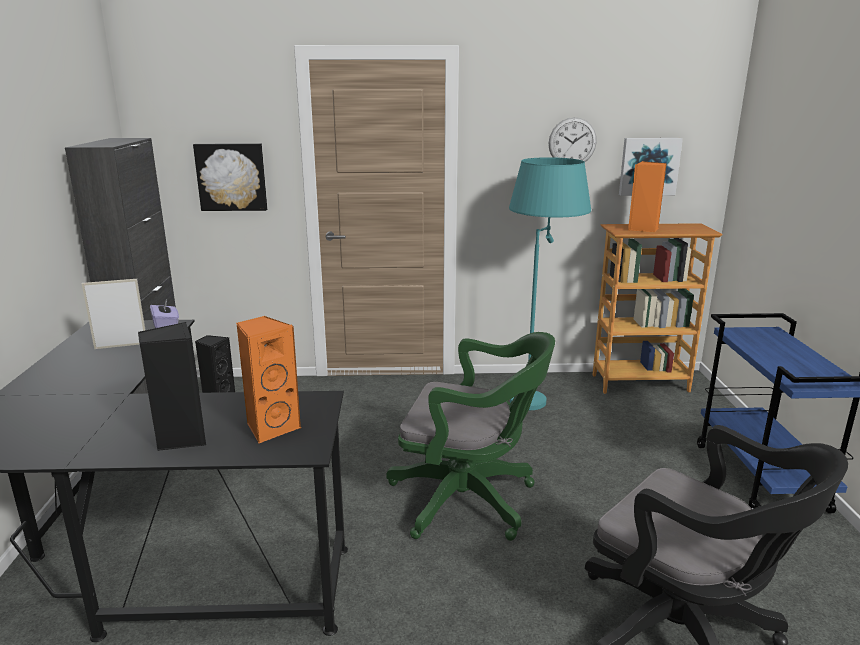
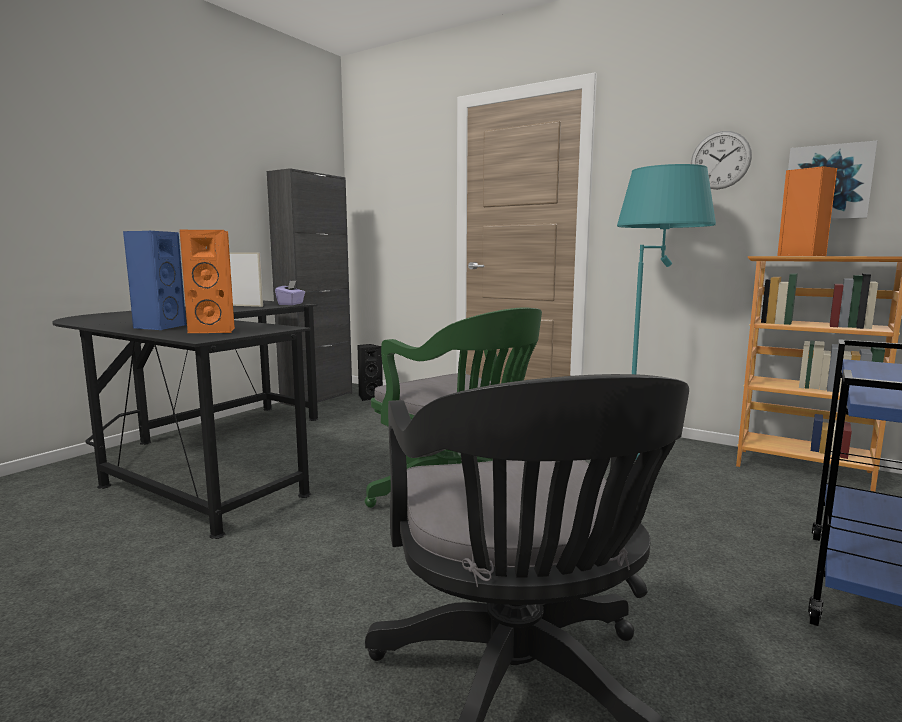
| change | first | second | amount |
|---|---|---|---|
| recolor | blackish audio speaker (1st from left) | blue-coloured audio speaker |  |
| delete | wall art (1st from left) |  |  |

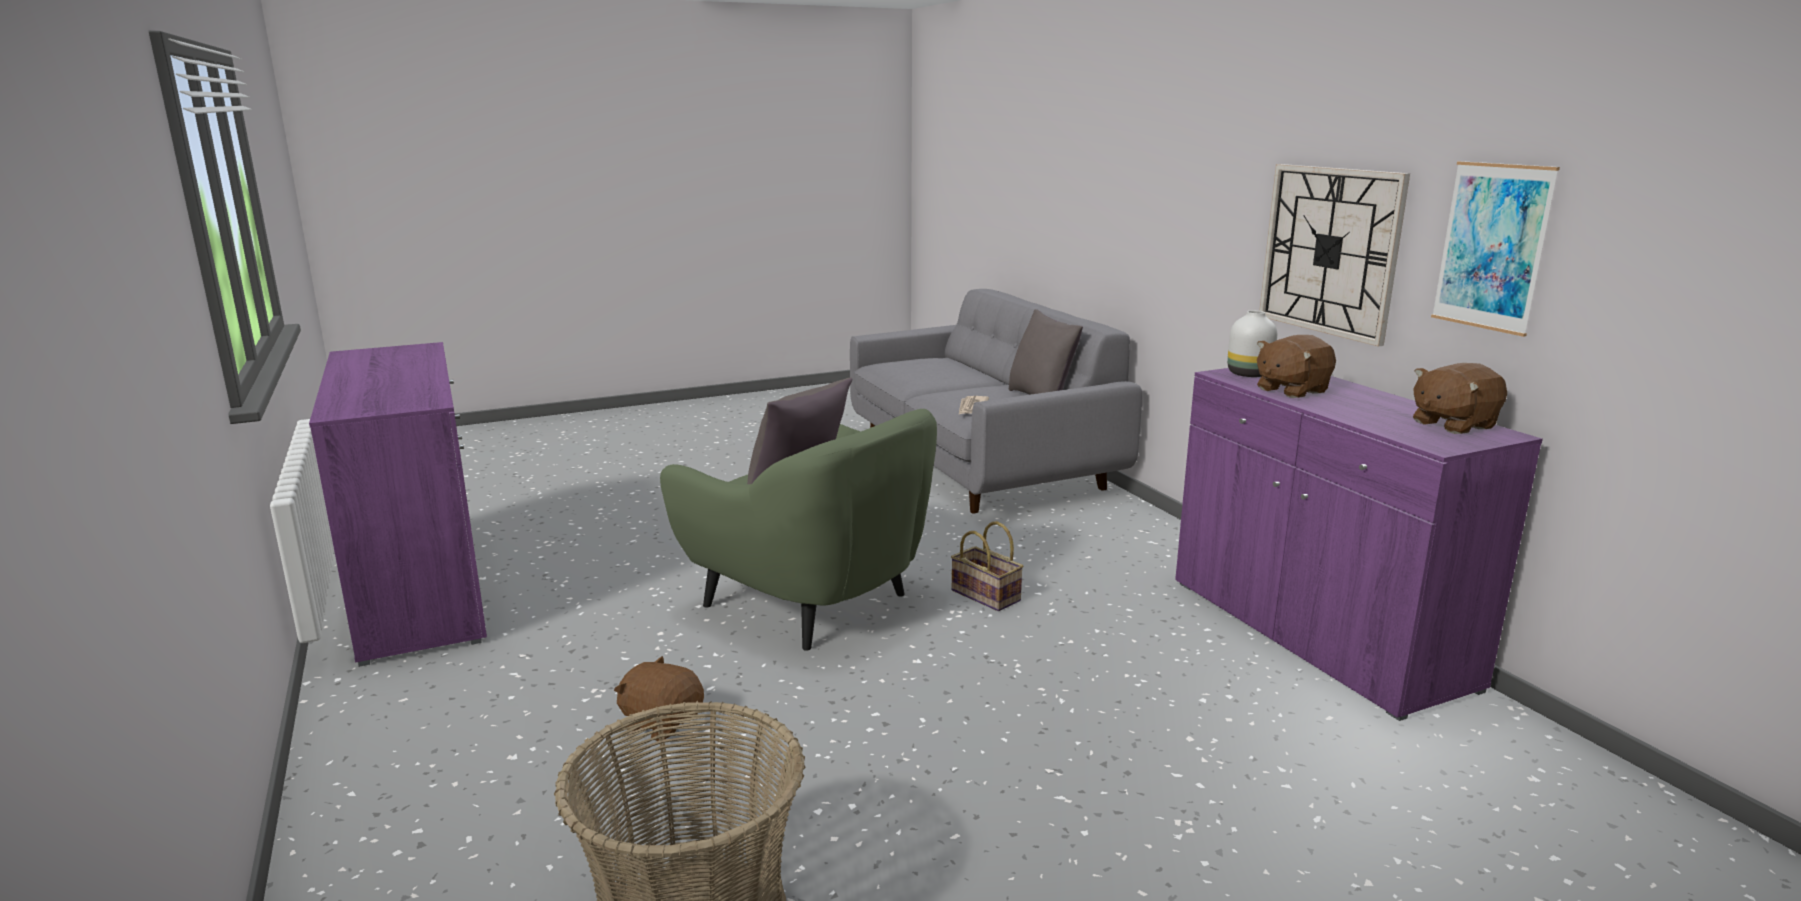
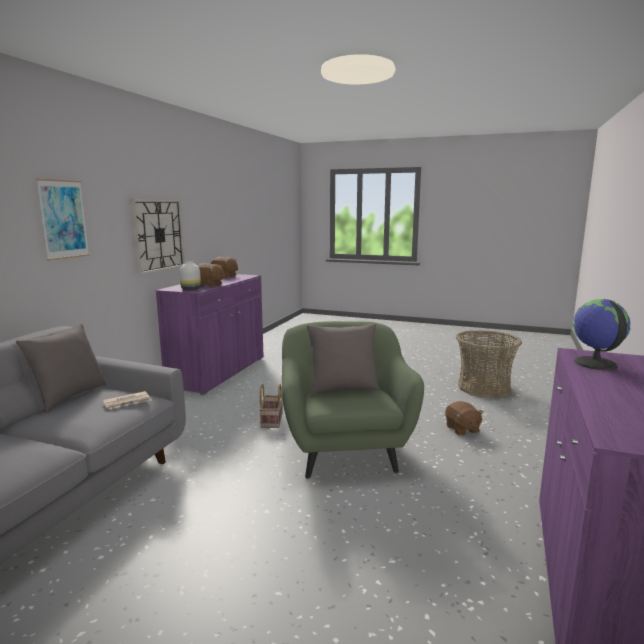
| change | first | second | amount |
|---|---|---|---|
| move | wall art |  |  |
| insert |  | globe |  |

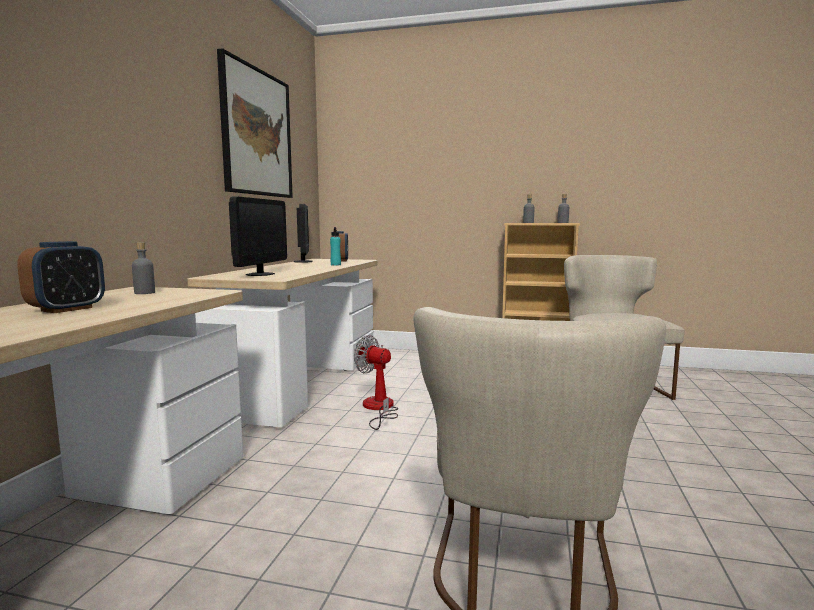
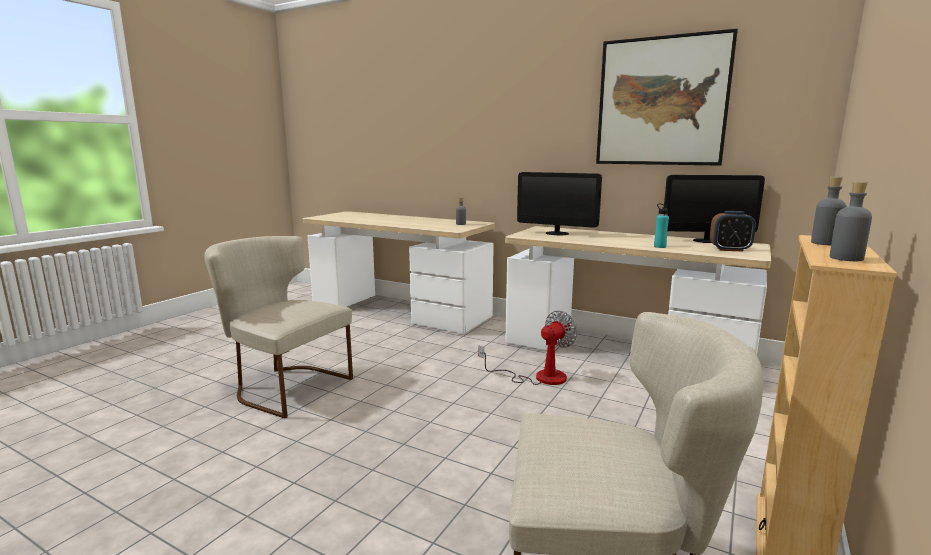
| change | first | second | amount |
|---|---|---|---|
| delete | alarm clock (1st from left) |  |  |

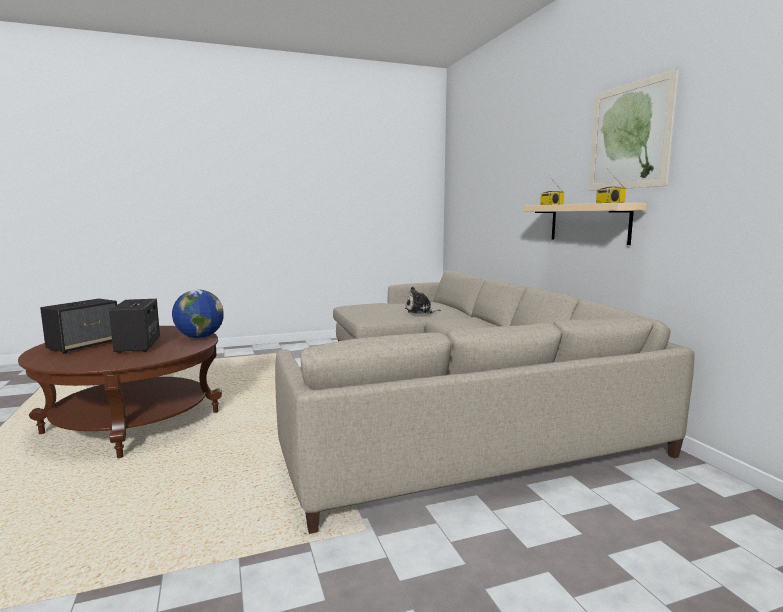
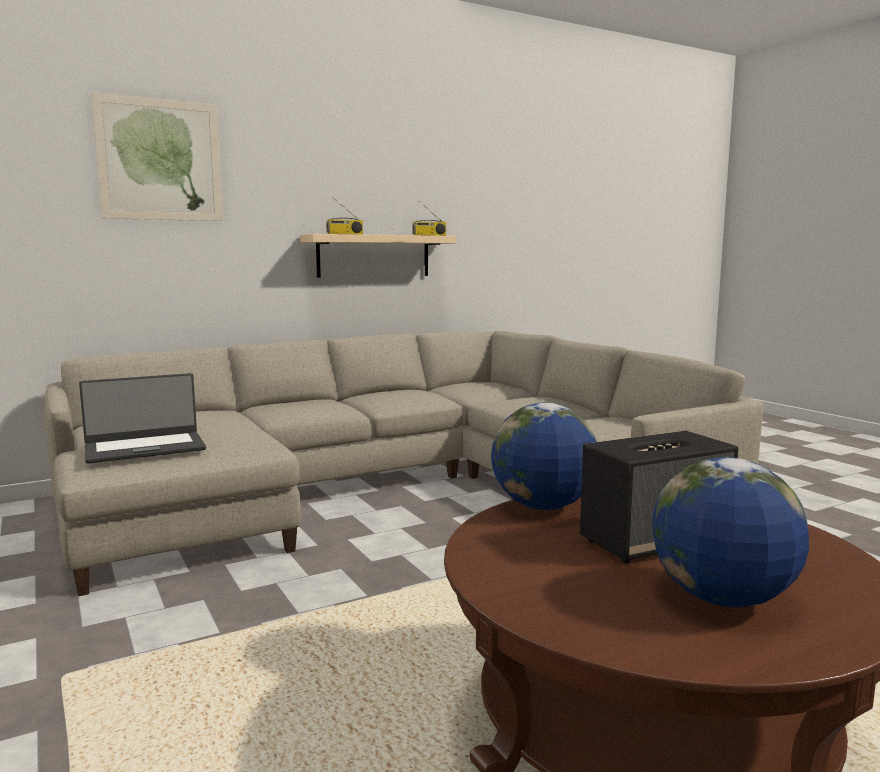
| change | first | second | amount |
|---|---|---|---|
| replace | audio speaker (1st from left) | globe (2nd from left) |  |
| delete | soft toy |  |  |
| move | wall art |  |  |
| insert |  | portable computer |  |

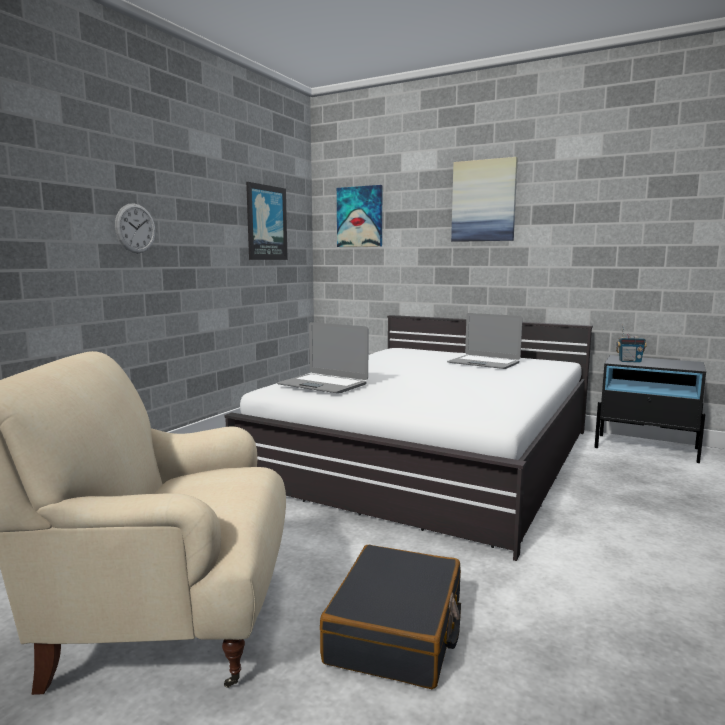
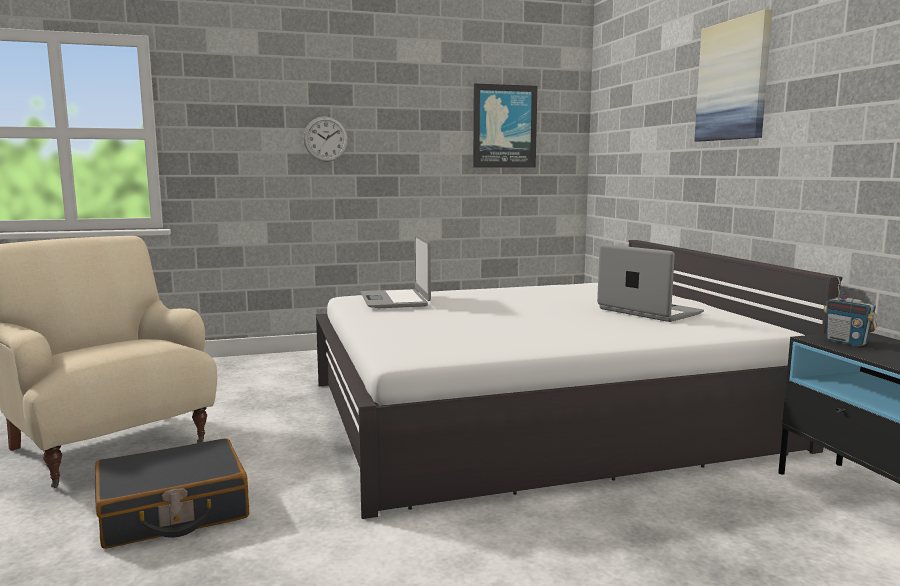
| change | first | second | amount |
|---|---|---|---|
| delete | wall art (2nd from left) |  |  |
| rotate | portable computer (2nd from left) |  | 150 degrees clockwise |

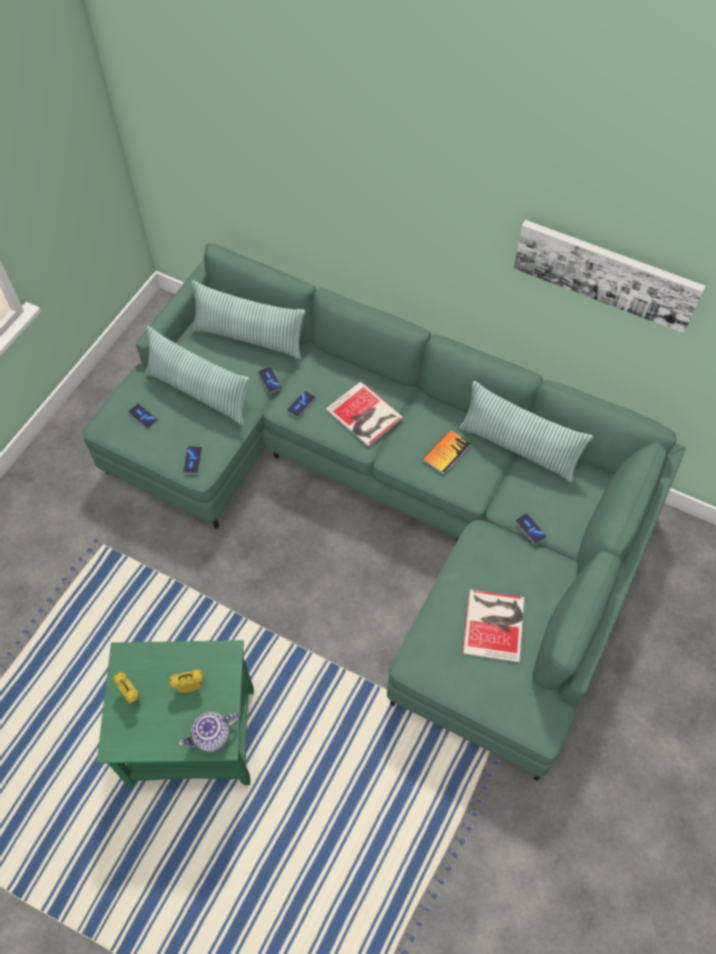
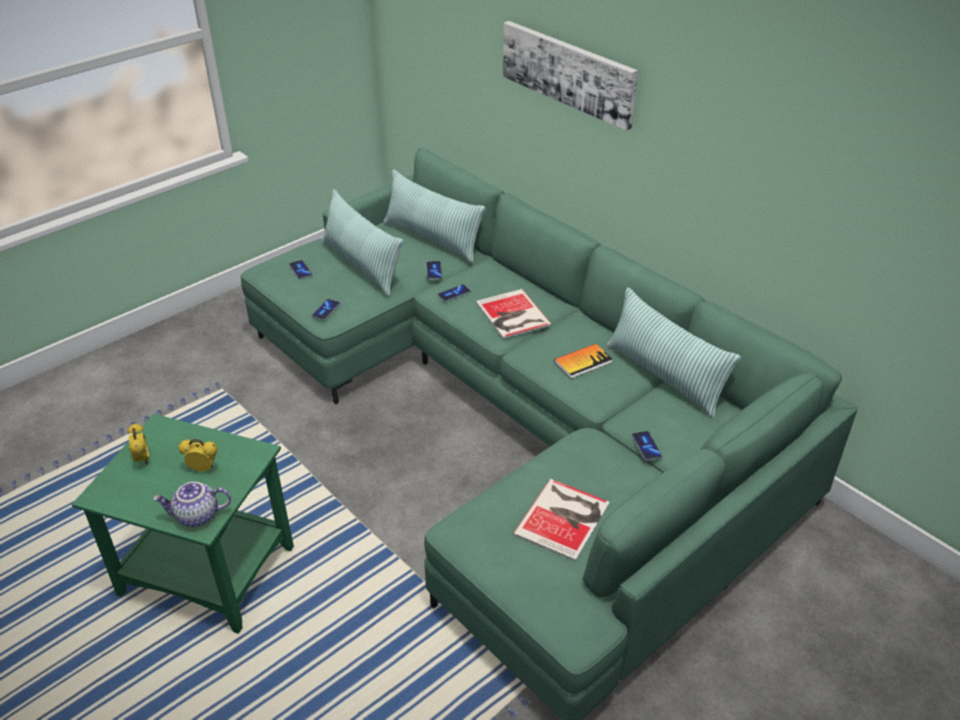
| change | first | second | amount |
|---|---|---|---|
| move | wall art |  |  |

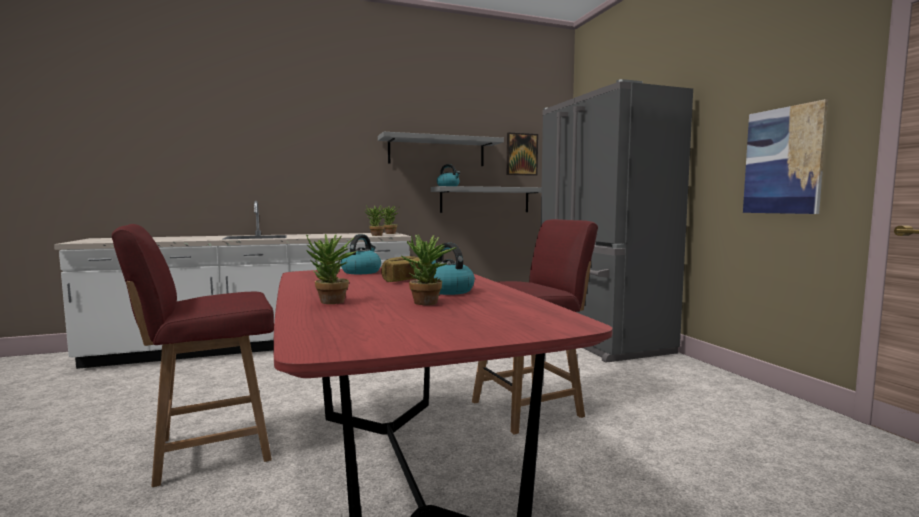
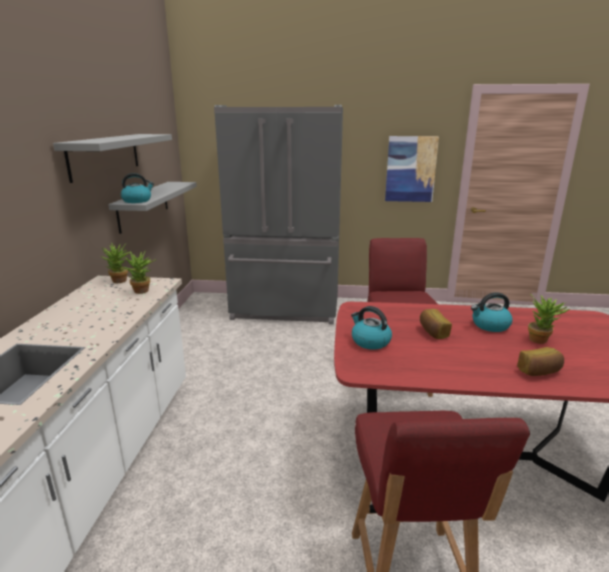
| change | first | second | amount |
|---|---|---|---|
| replace | potted plant (1st from left) | bakery bread (2nd from left) |  |
| delete | wall art (1st from left) |  |  |

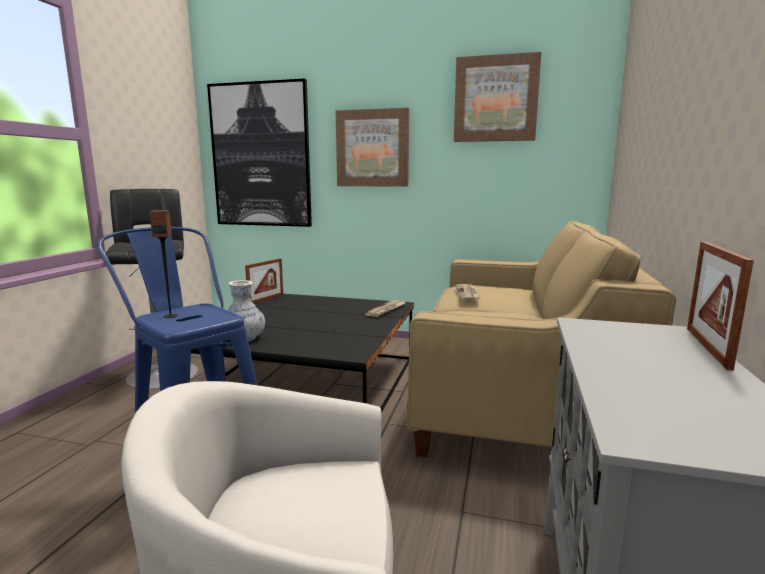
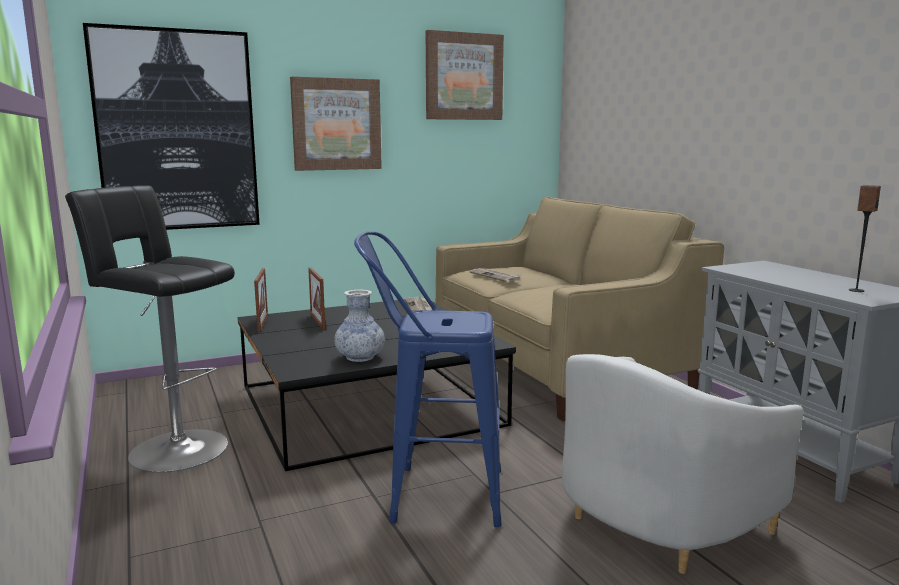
| change | first | second | amount |
|---|---|---|---|
| move | audio speaker |  |  |
| move | photo frame (2nd from left) |  |  |

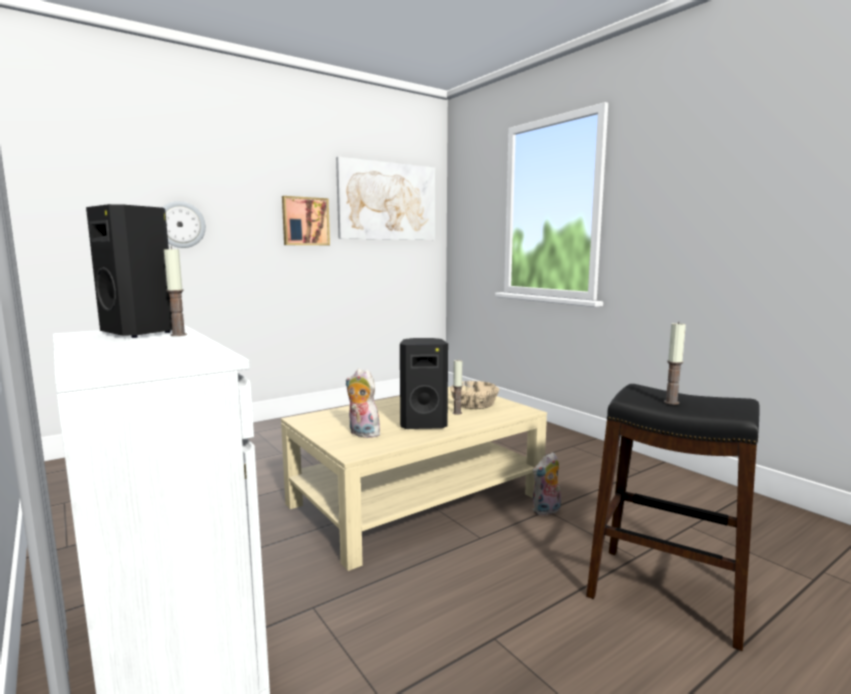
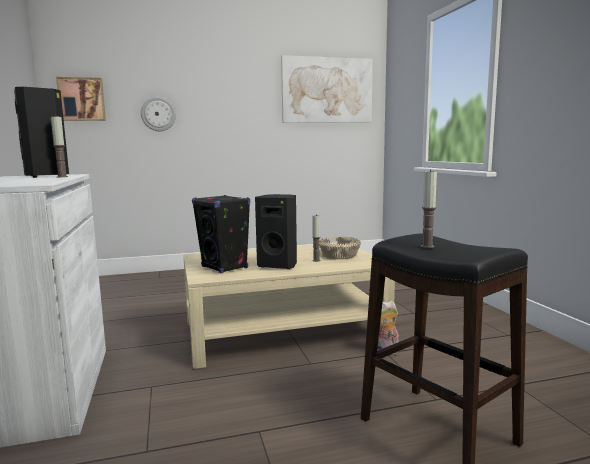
| change | first | second | amount |
|---|---|---|---|
| move | wall art (1st from left) |  |  |
| replace | soft toy (1st from left) | blackish audio speaker (2nd from left) |  |

